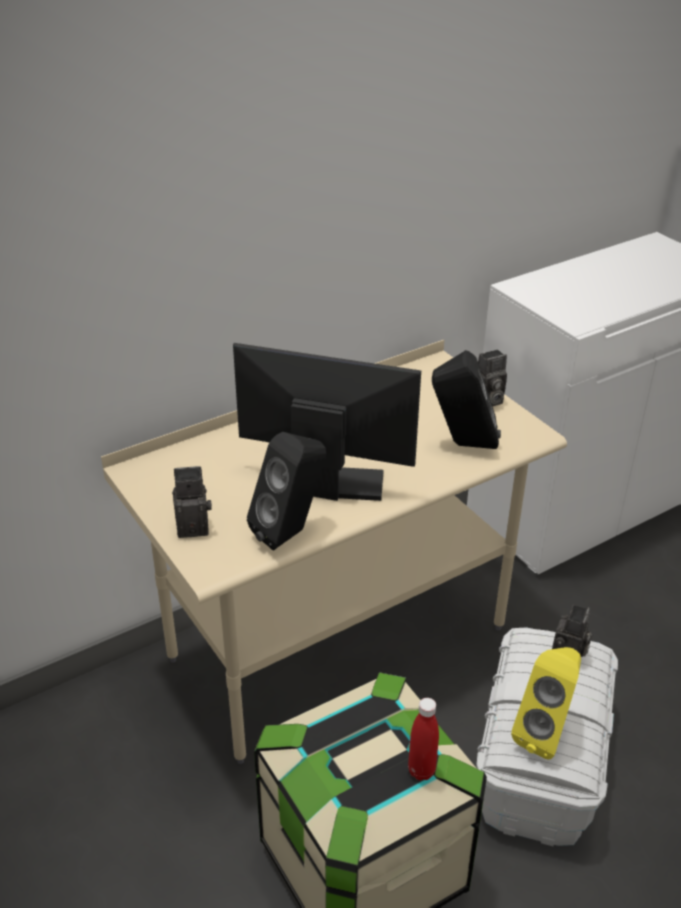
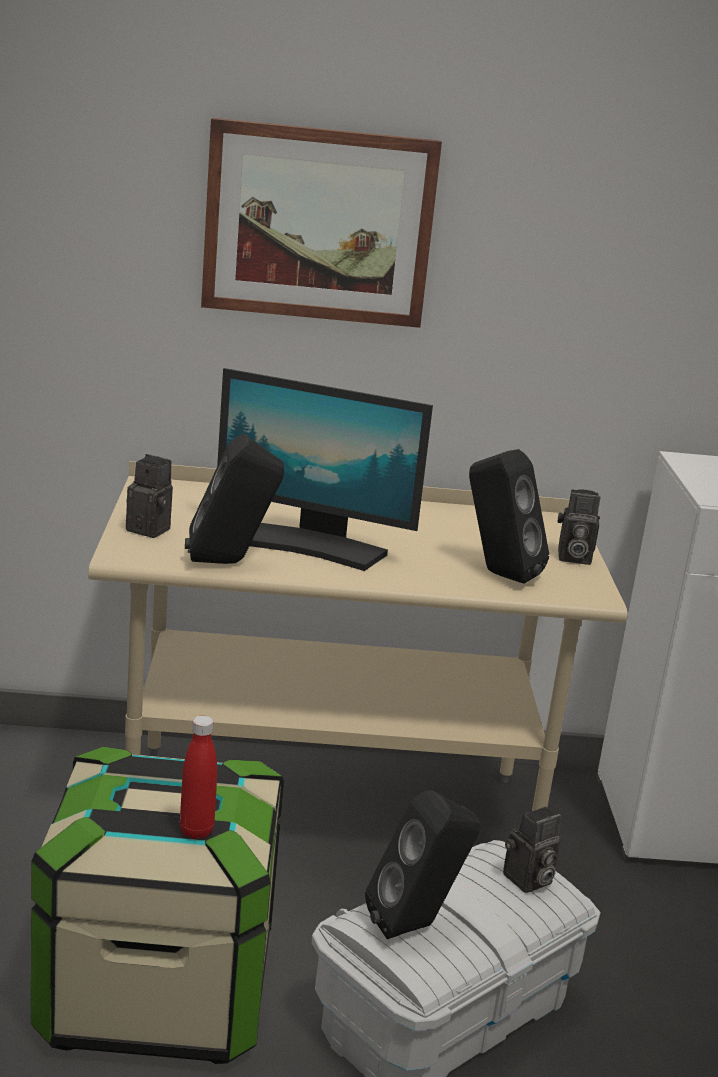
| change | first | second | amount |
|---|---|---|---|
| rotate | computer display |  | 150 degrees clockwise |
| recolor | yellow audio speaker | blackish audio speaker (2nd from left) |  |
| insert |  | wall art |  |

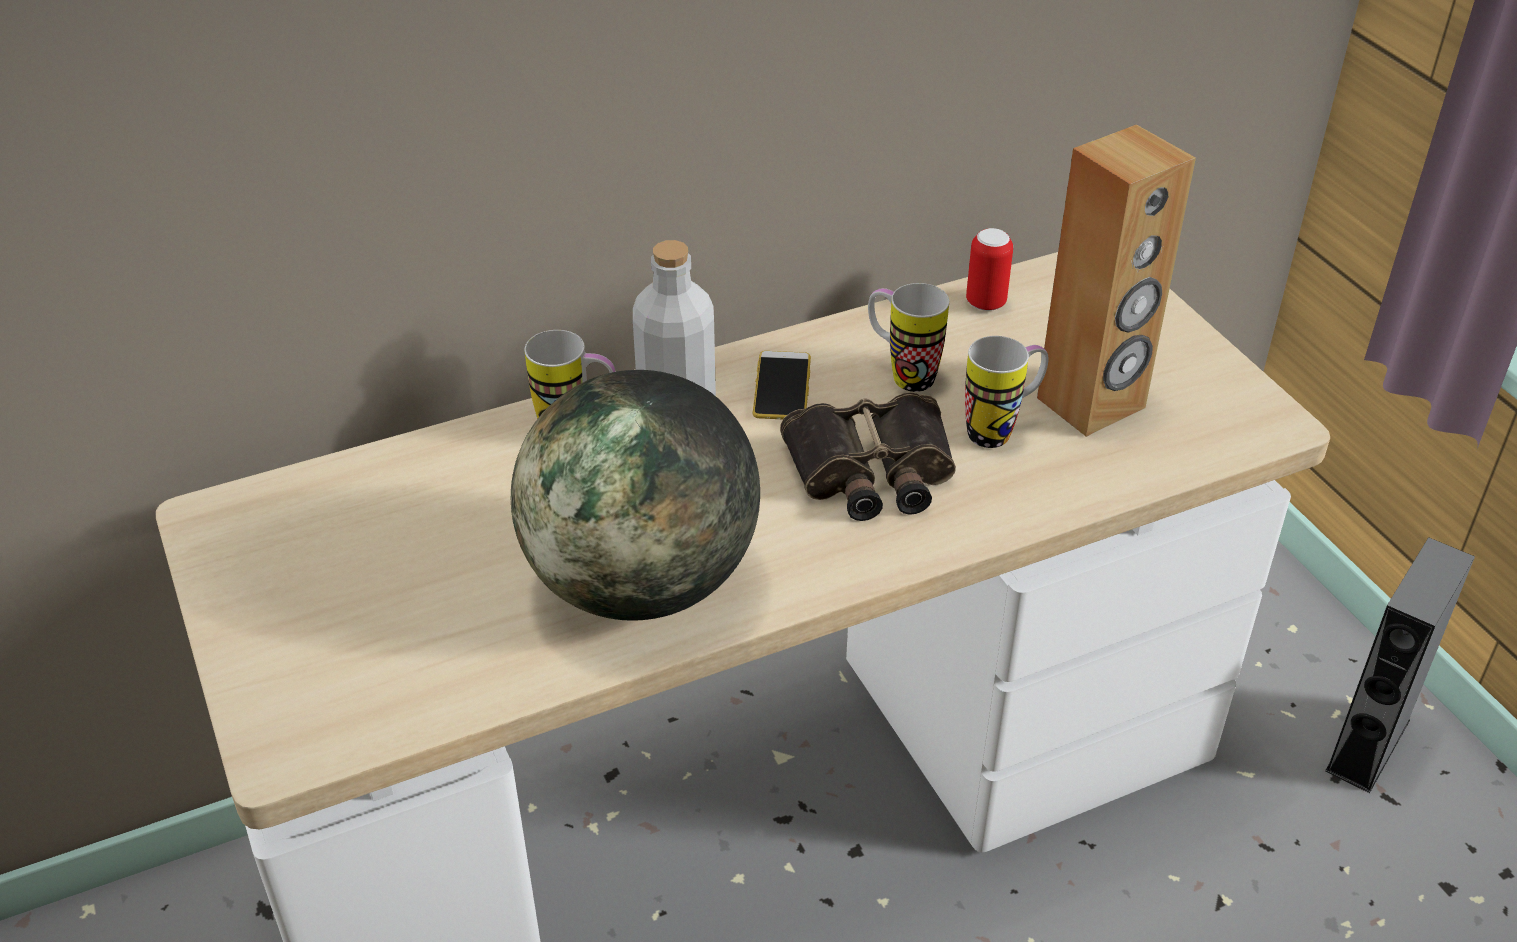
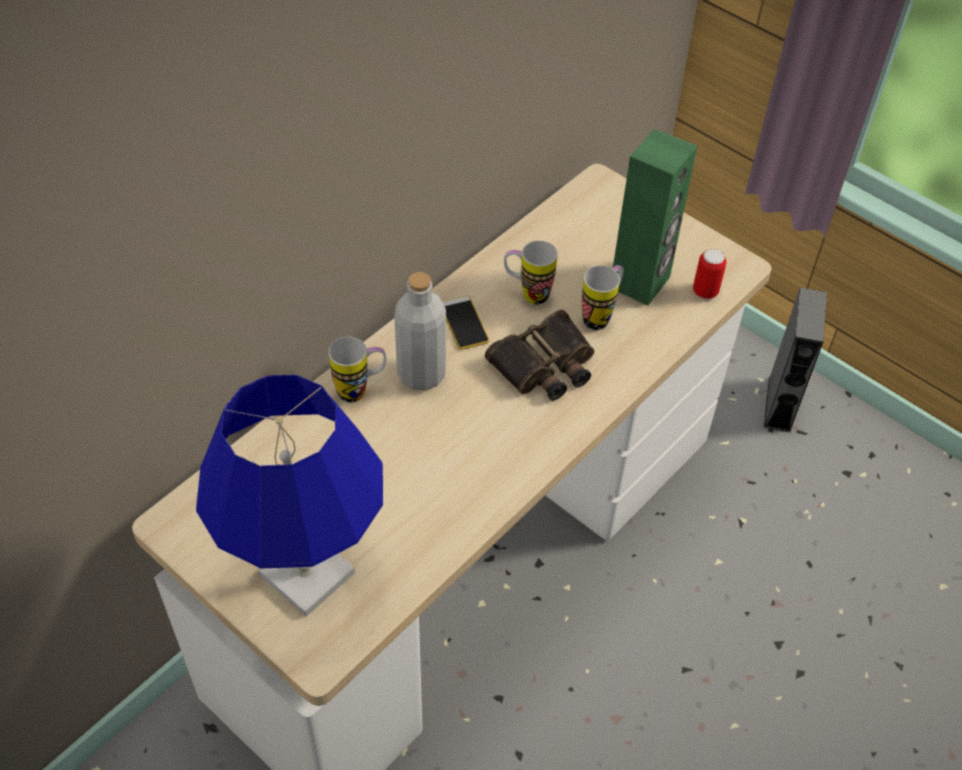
| change | first | second | amount |
|---|---|---|---|
| delete | globe |  |  |
| move | can |  |  |
| recolor | brownish audio speaker | greenish audio speaker |  |
| insert |  | blue-coloured lamp for a table |  |

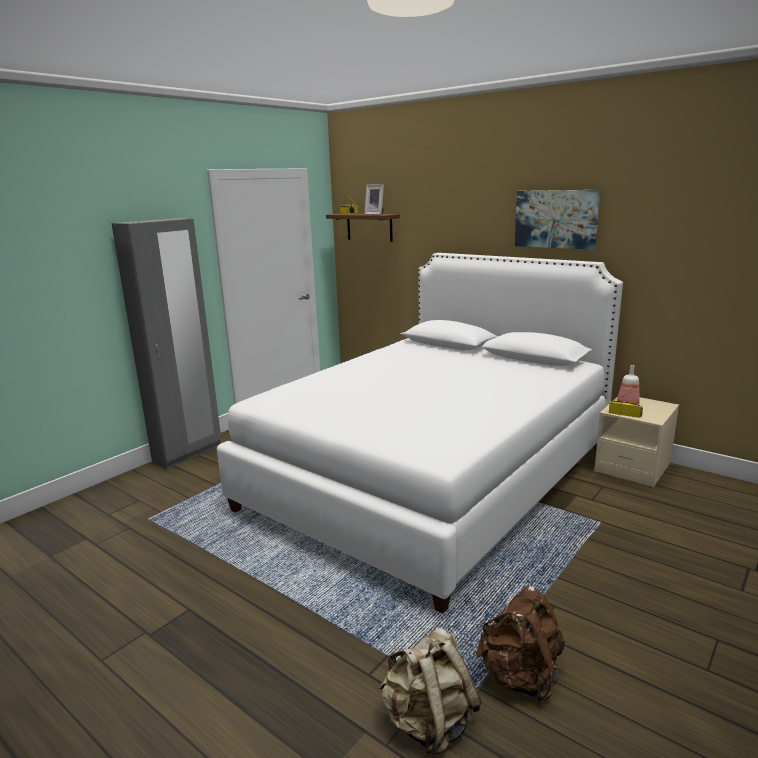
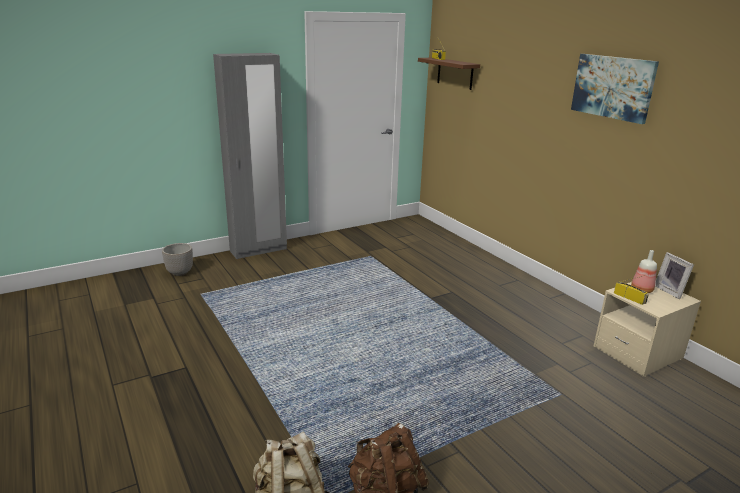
| change | first | second | amount |
|---|---|---|---|
| delete | white-coloured bed |  |  |
| move | photo frame |  |  |
| insert |  | flower pot |  |

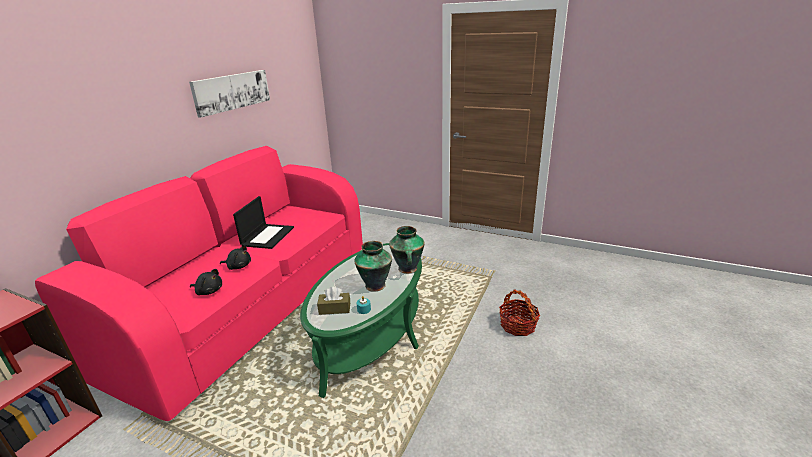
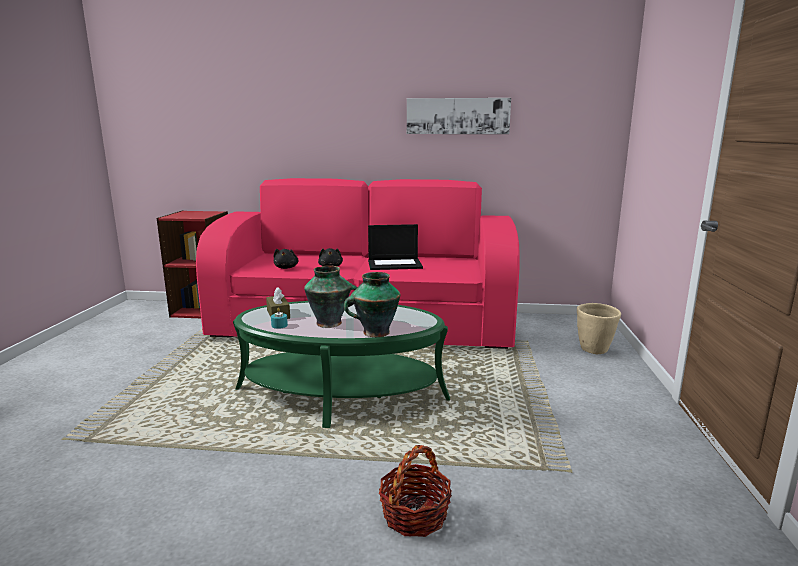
| change | first | second | amount |
|---|---|---|---|
| insert |  | beige flower pot |  |

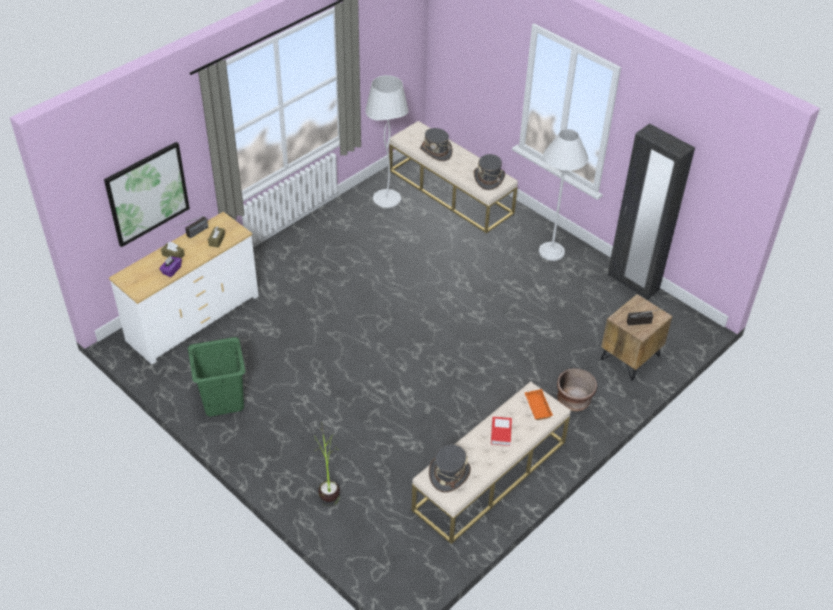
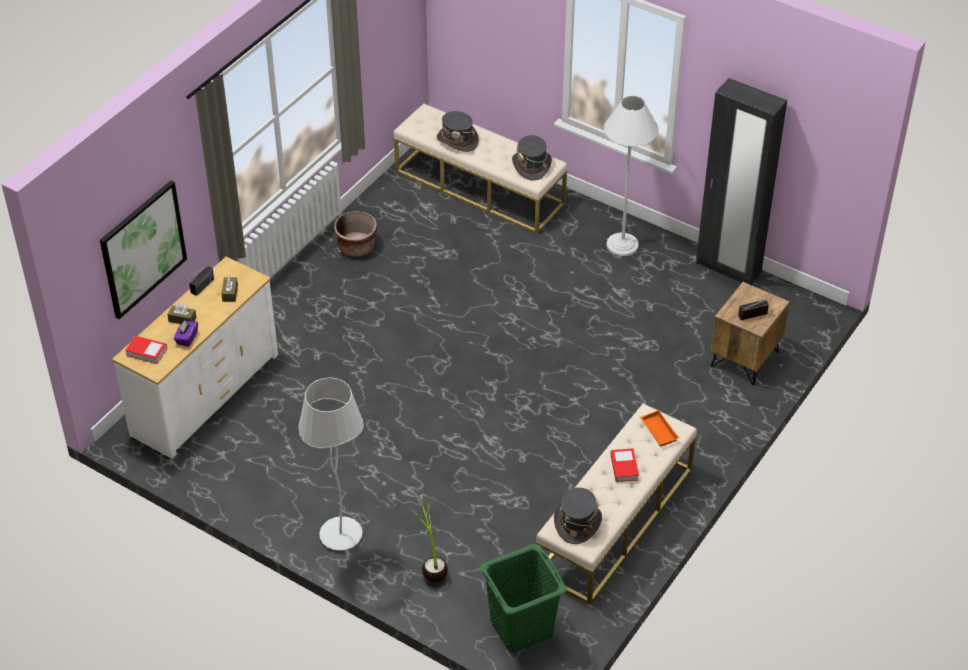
| change | first | second | amount |
|---|---|---|---|
| move | greenish laundry basket |  |  |
| move | white-coloured floor lamp (1st from left) |  |  |
| move | brownish flower pot |  |  |
| insert |  | volume (1st from left) |  |

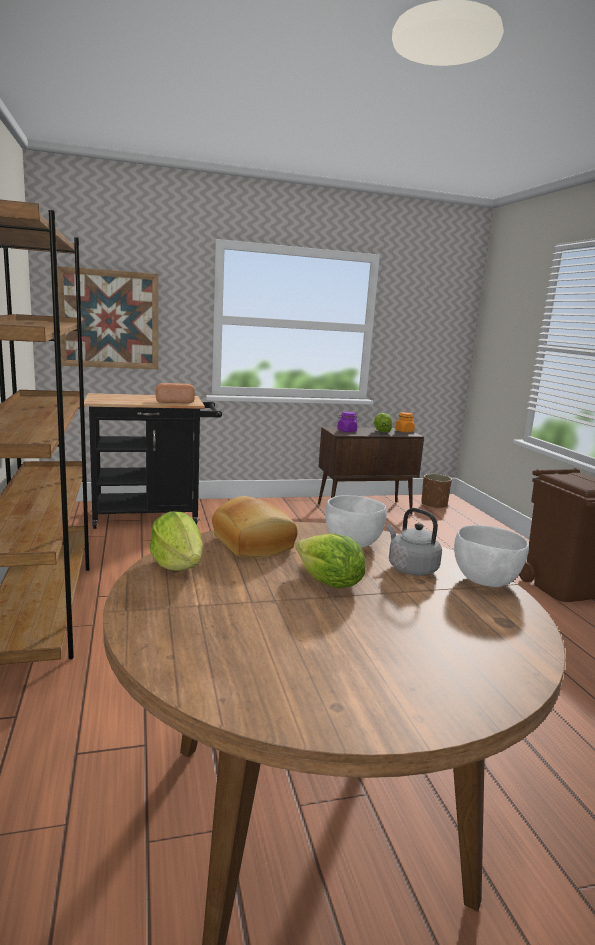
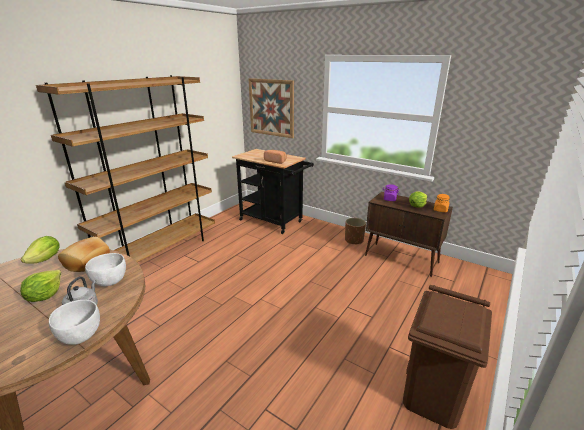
| change | first | second | amount |
|---|---|---|---|
| move | brownish flower pot |  |  |

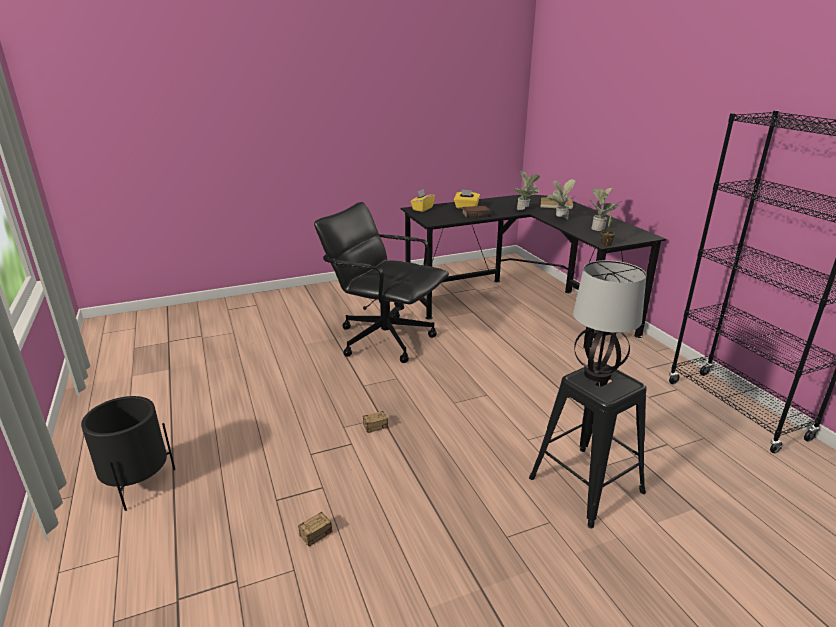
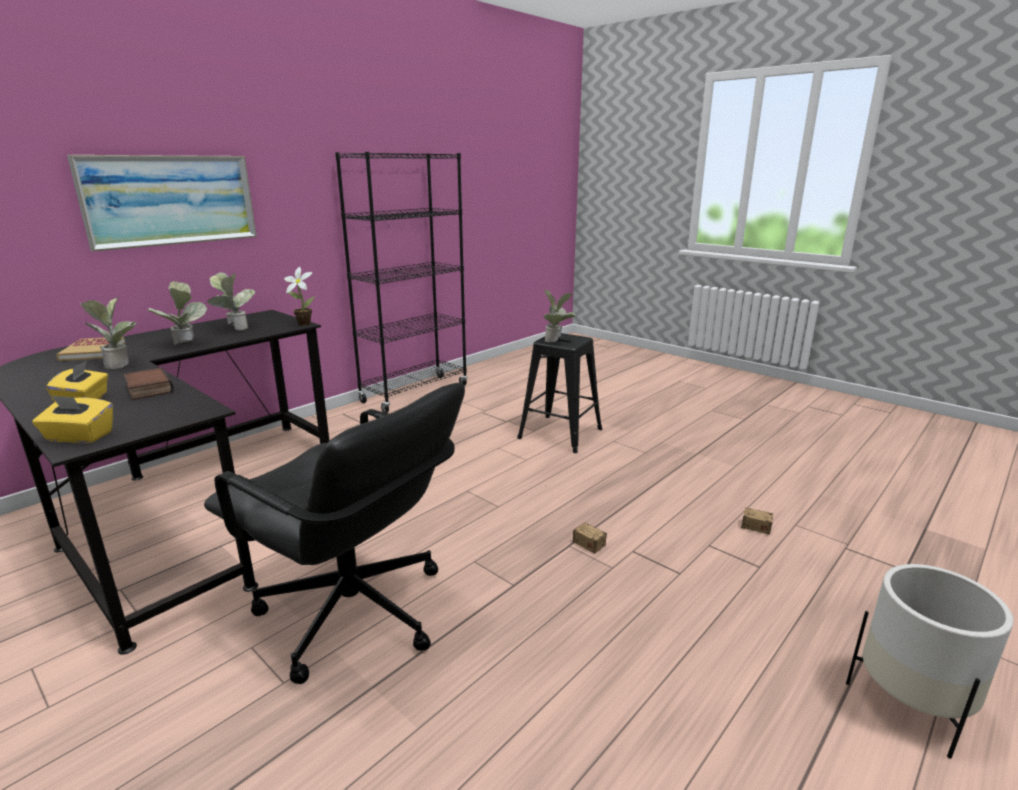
| change | first | second | amount |
|---|---|---|---|
| recolor | blackish flower pot | white-coloured flower pot |  |
| rotate | blackish computer chair |  | 60 degrees counterclockwise |
| replace | lamp for a table | potted plant (5th from left) |  |
| insert |  | wall art |  |

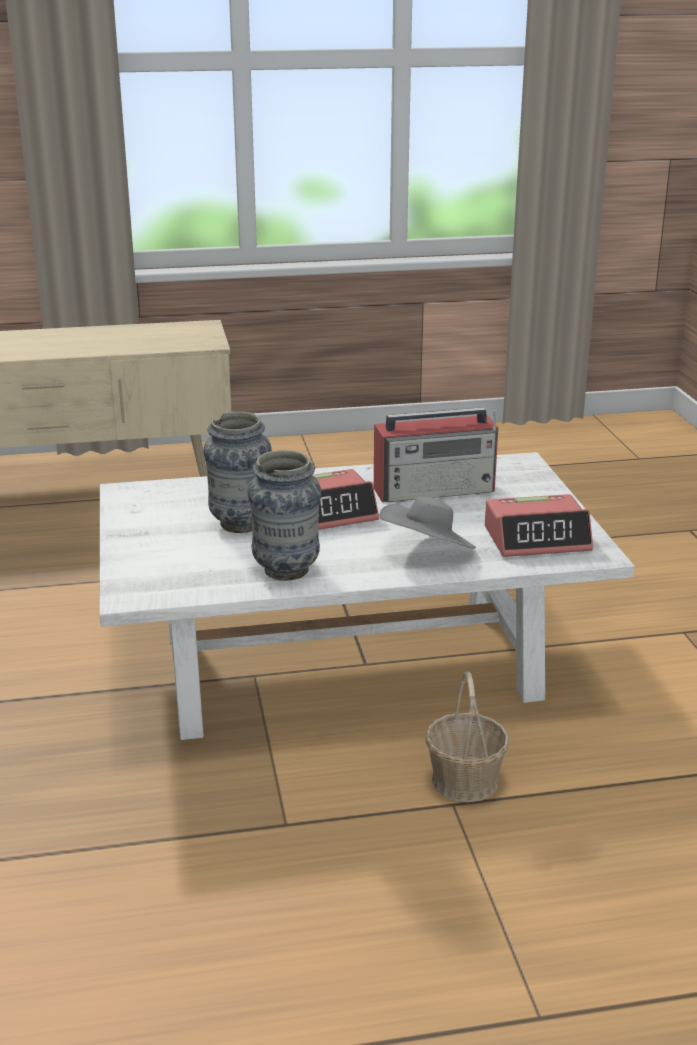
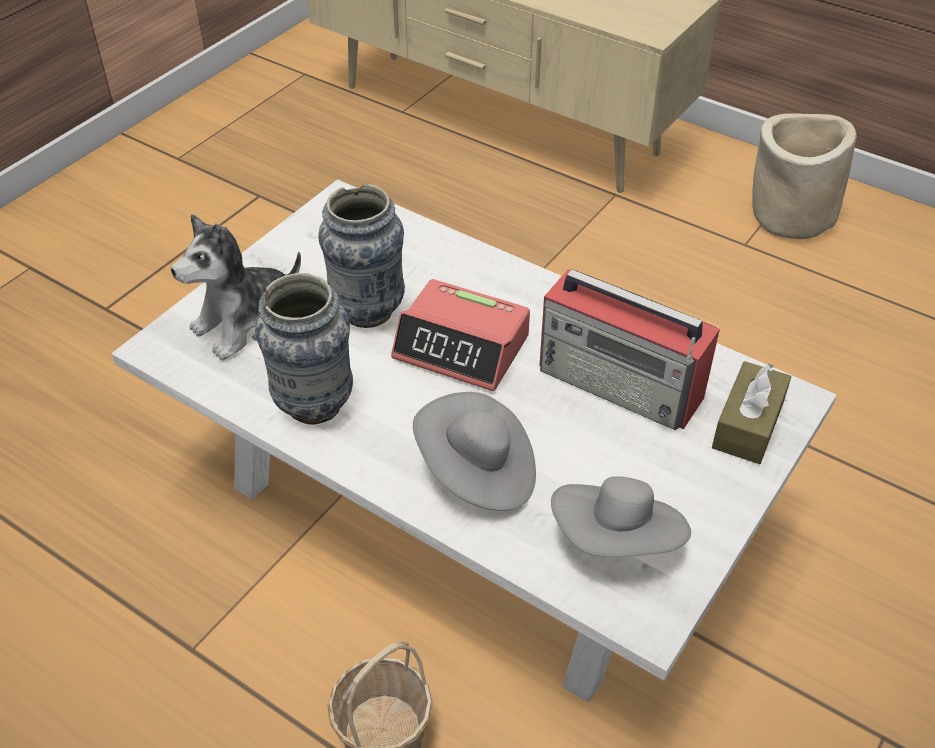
| change | first | second | amount |
|---|---|---|---|
| replace | alarm clock (2nd from left) | greyish wearable hat (2nd from left) |  |
| insert |  | soft toy |  |
| insert |  | brownish tissue box |  |
| insert |  | beige flower pot |  |

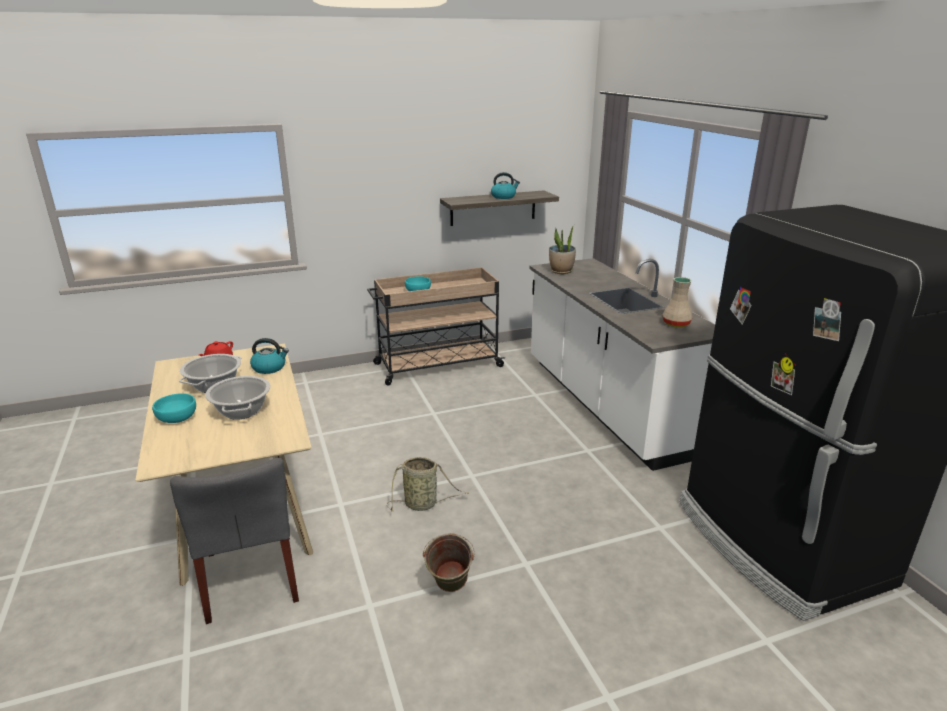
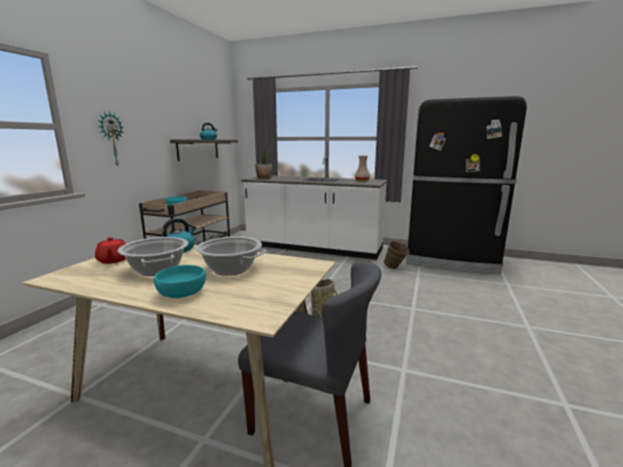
| change | first | second | amount |
|---|---|---|---|
| move | greenish pail |  |  |
| insert |  | hanging clock |  |

